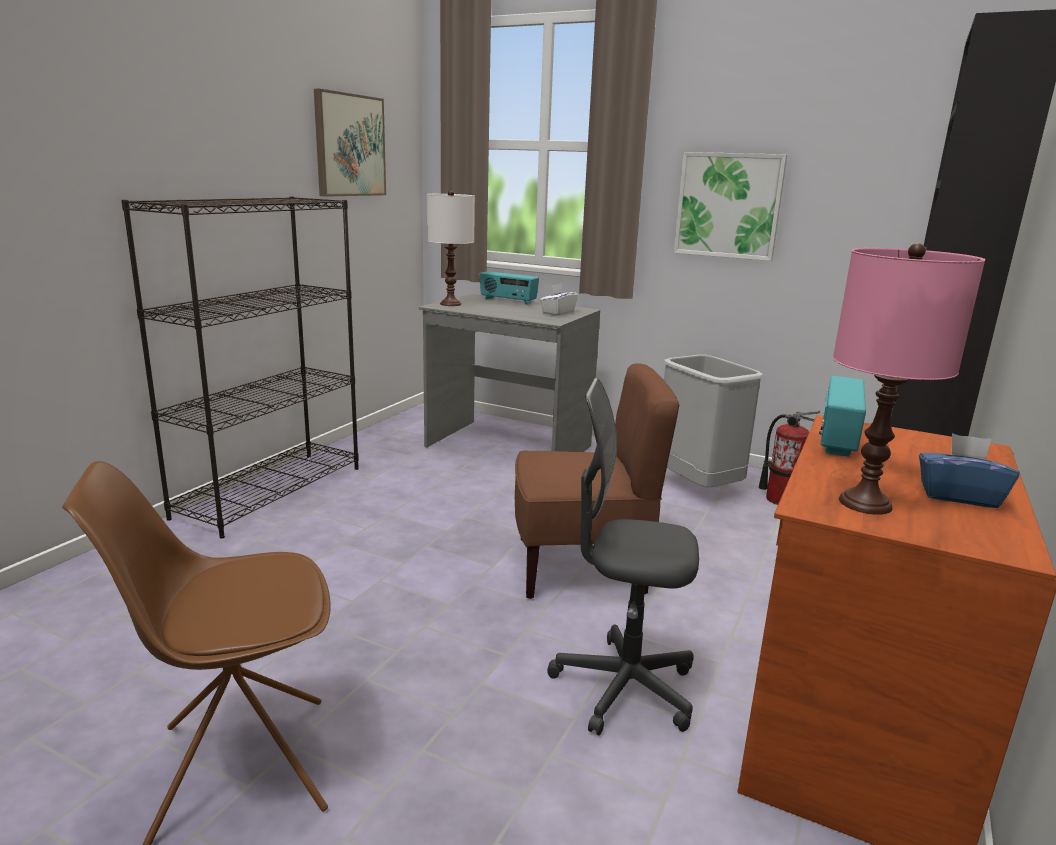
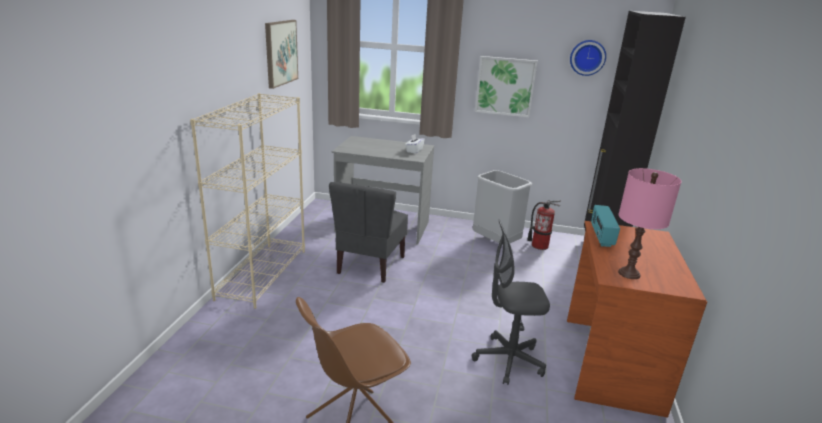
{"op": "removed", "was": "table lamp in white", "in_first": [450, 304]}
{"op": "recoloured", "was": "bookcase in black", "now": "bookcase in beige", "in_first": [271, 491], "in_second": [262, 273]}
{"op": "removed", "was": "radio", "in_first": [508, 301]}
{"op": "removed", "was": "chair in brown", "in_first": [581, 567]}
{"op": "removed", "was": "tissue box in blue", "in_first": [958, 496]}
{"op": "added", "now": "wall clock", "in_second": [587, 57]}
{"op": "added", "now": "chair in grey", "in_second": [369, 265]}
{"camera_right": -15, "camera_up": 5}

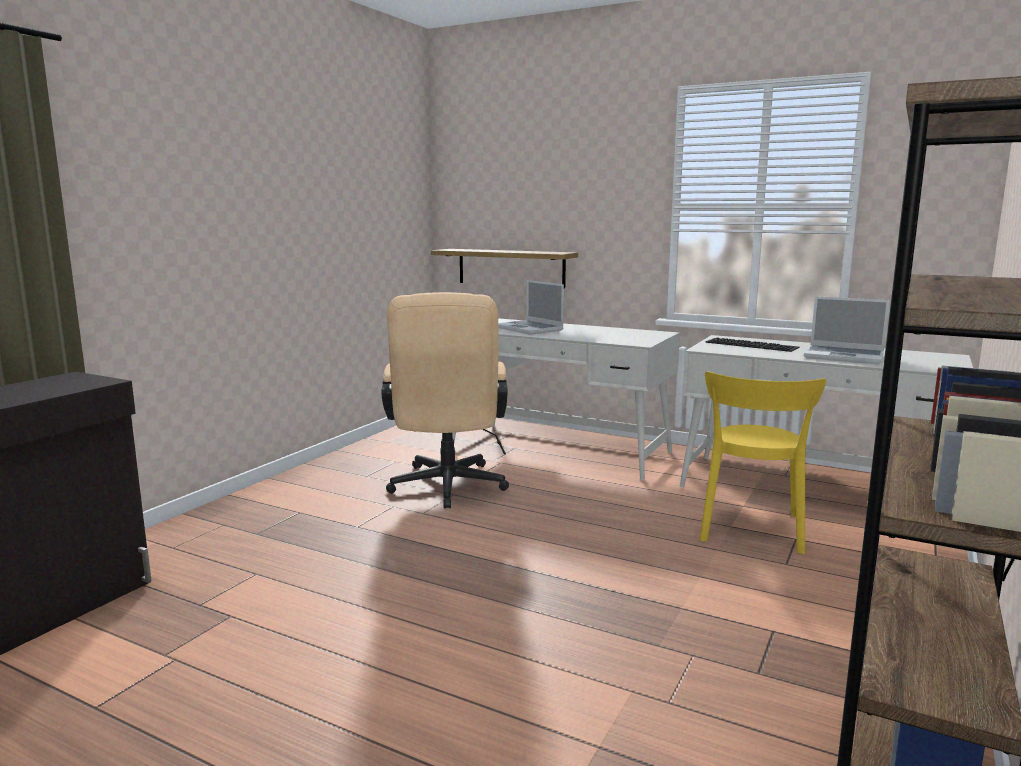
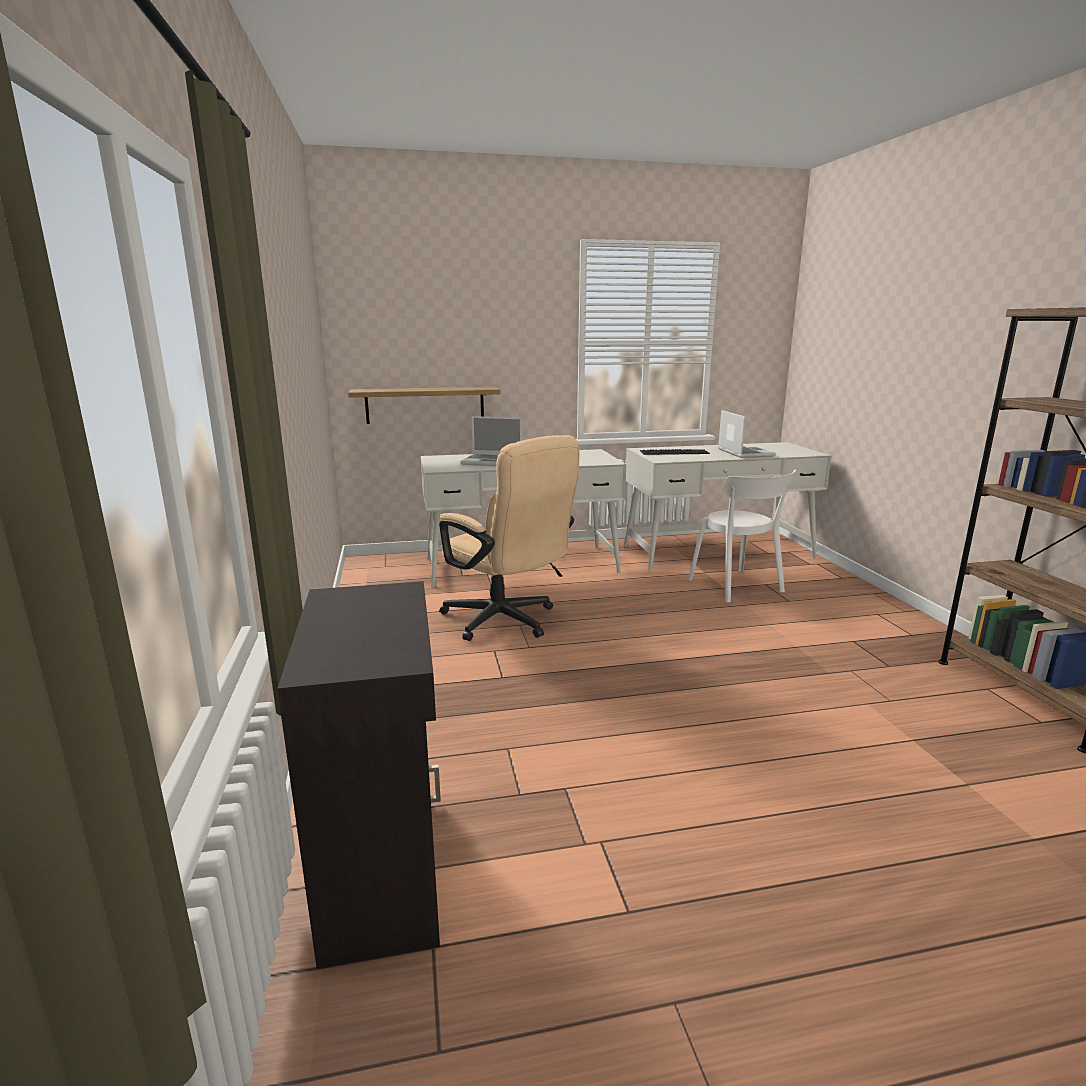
{"op": "turned", "was": "laptop", "in_first": [845, 356], "in_second": [744, 452], "clockwise": -90}
{"op": "recoloured", "was": "chair in yellow", "now": "chair in white", "in_first": [751, 530], "in_second": [737, 587]}
{"camera_right": -40, "camera_up": 5}

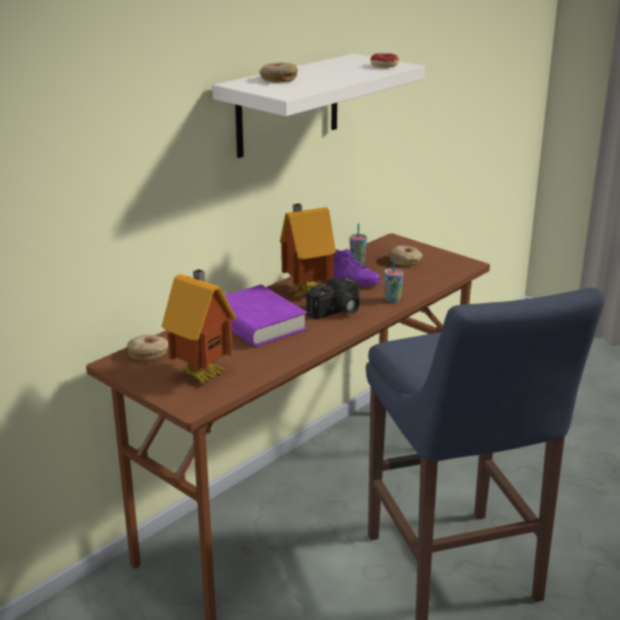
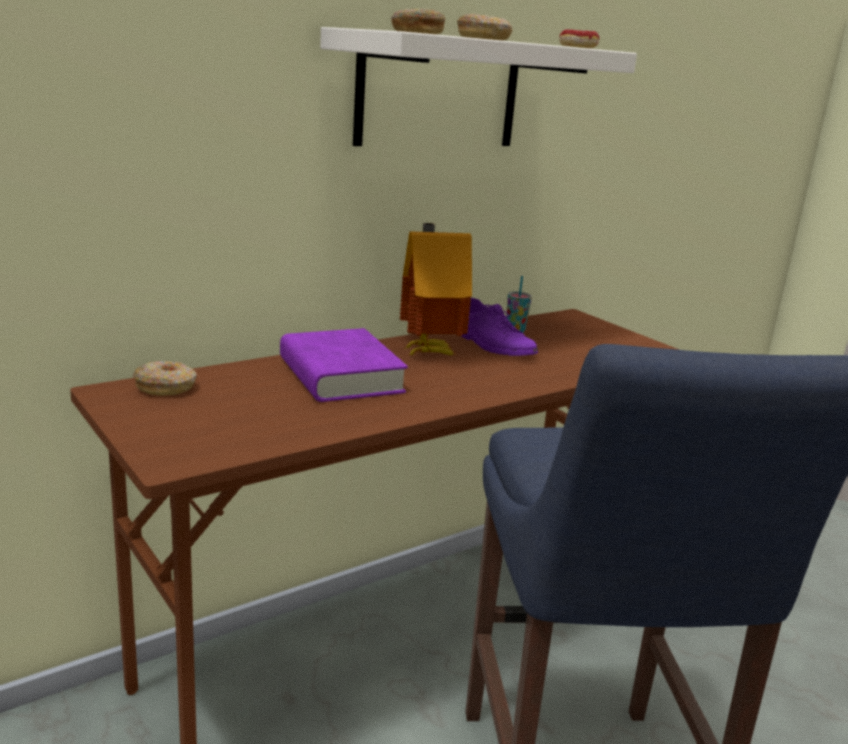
{"op": "moved", "was": "donut", "in_first": [405, 261], "in_second": [484, 39]}
{"op": "removed", "was": "cup", "in_first": [392, 299]}
{"op": "removed", "was": "toy house", "in_first": [203, 374]}
{"op": "removed", "was": "photo camera", "in_first": [336, 312]}
{"camera_right": 10, "camera_up": -5}

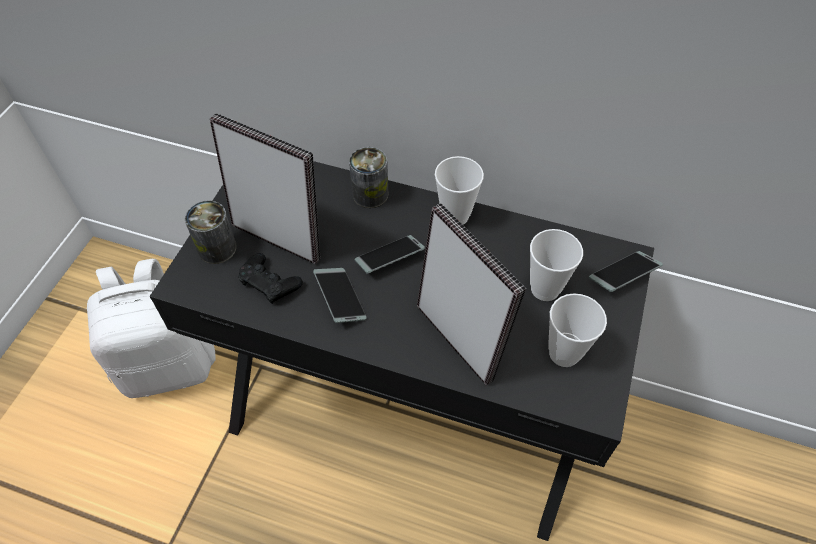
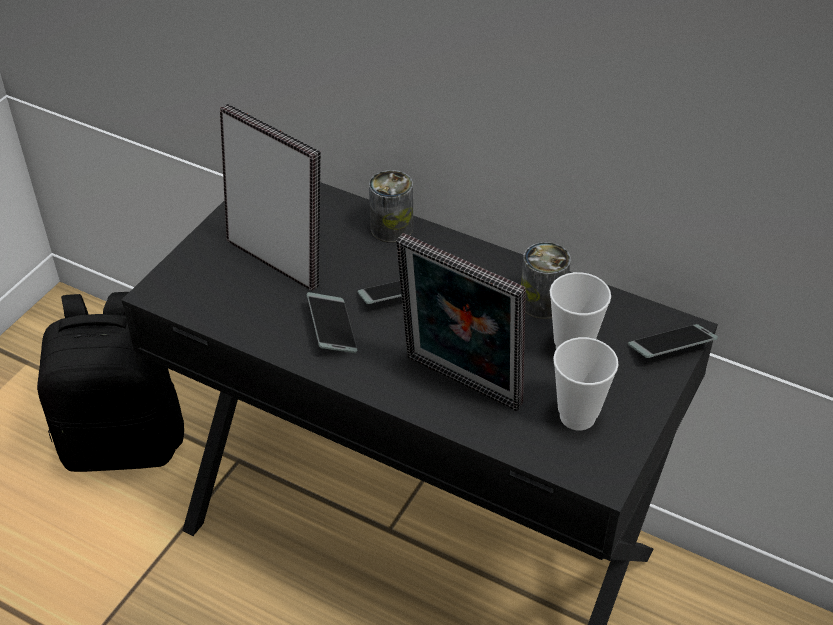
{"op": "removed", "was": "cup", "in_first": [455, 216]}
{"op": "moved", "was": "can", "in_first": [217, 248], "in_second": [542, 302]}
{"op": "turned", "was": "picture frame", "in_first": [459, 338], "in_second": [459, 386], "clockwise": 150}
{"op": "removed", "was": "game controller in black", "in_first": [269, 283]}
{"op": "recoloured", "was": "backpack in white", "now": "backpack in black", "in_first": [169, 364], "in_second": [124, 441]}
{"camera_right": 10, "camera_up": -10}

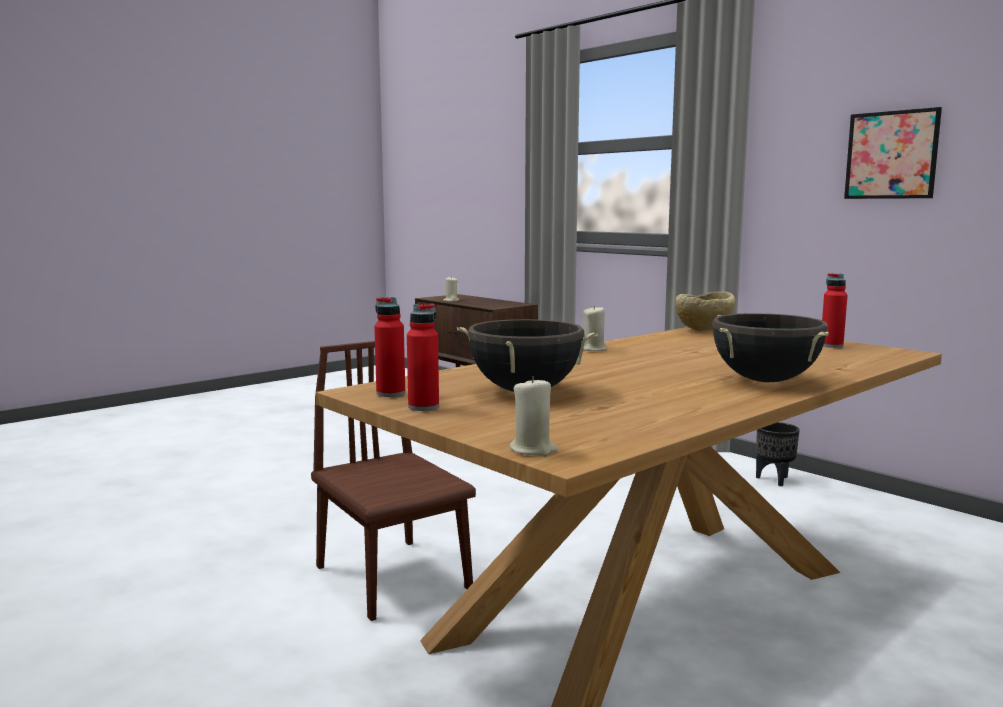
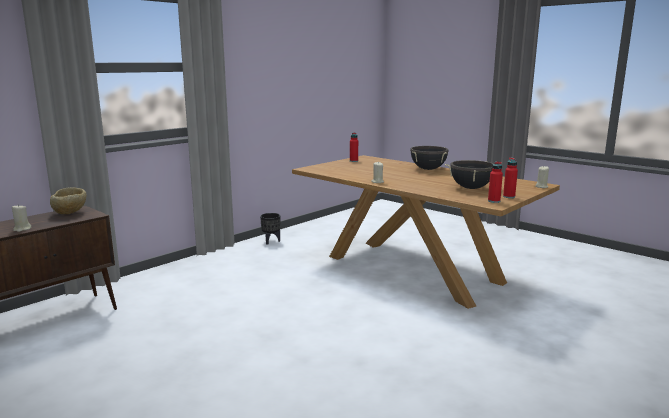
{"op": "removed", "was": "picture", "in_first": [891, 155]}
{"op": "moved", "was": "bowl in beige", "in_first": [703, 331], "in_second": [70, 213]}
{"op": "removed", "was": "chair in brown", "in_first": [392, 577]}
{"camera_right": -95, "camera_up": 5}

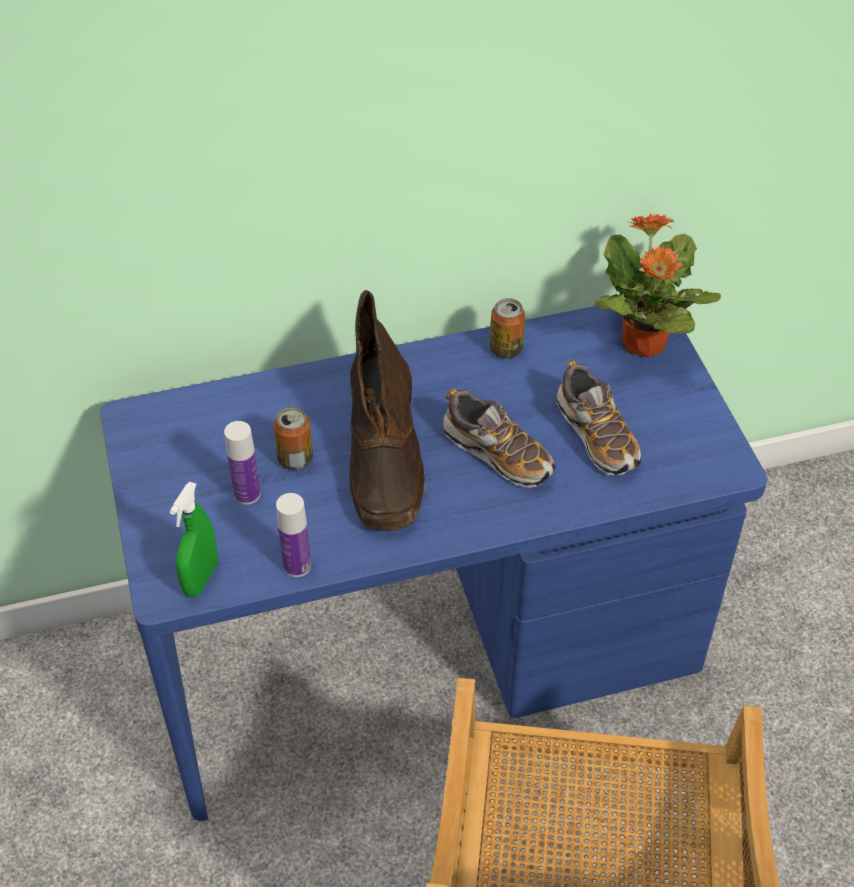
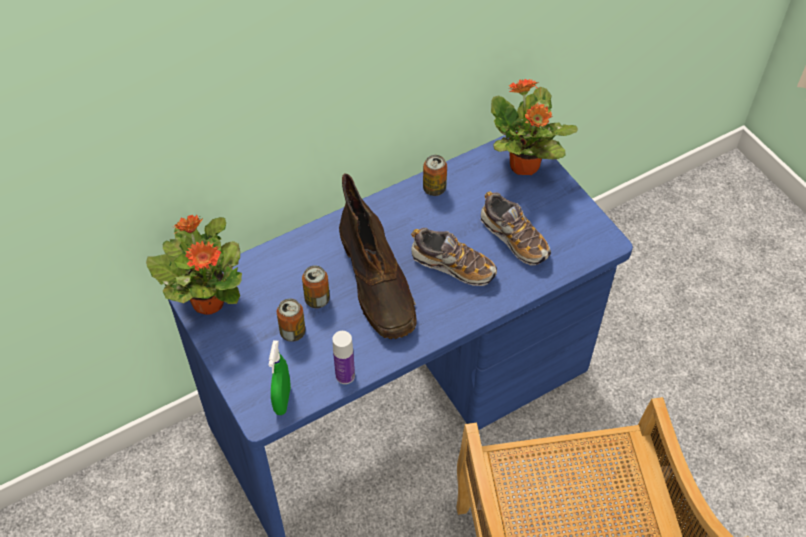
{"op": "replaced", "was": "bottle", "now": "can", "in_first": [247, 494], "in_second": [293, 332]}
{"op": "added", "now": "potted plant", "in_second": [208, 300]}
{"camera_right": -15, "camera_up": 5}

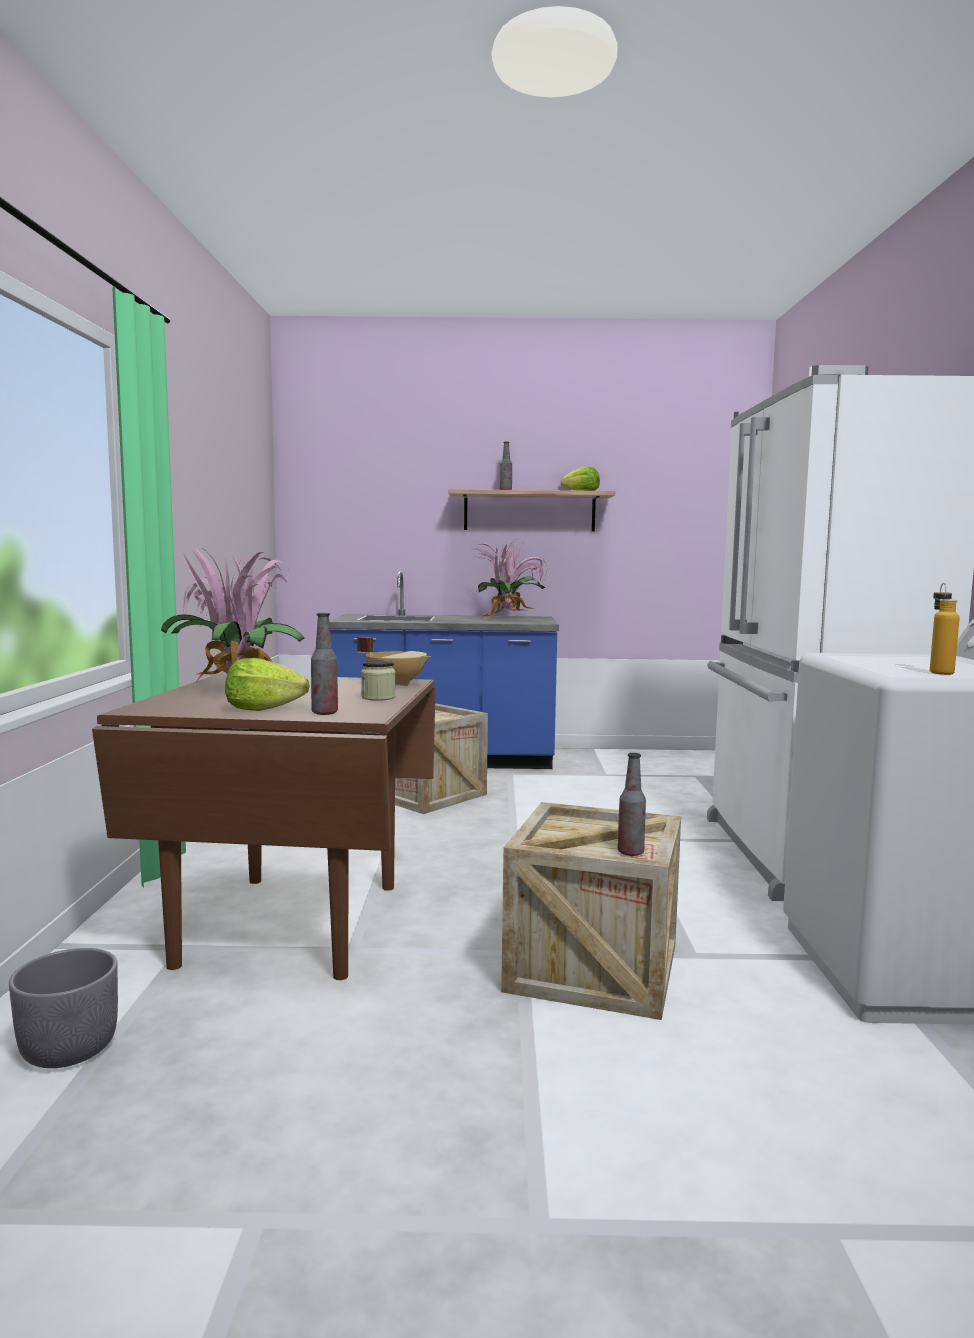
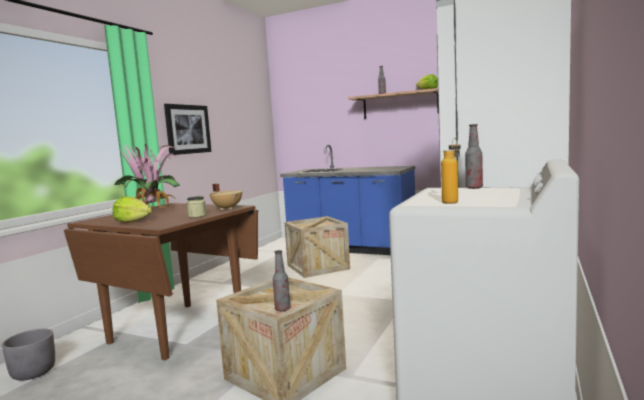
{"op": "removed", "was": "potted plant", "in_first": [509, 619]}
{"op": "moved", "was": "bottle", "in_first": [324, 713], "in_second": [474, 187]}
{"op": "added", "now": "picture", "in_second": [187, 129]}
{"camera_right": 25, "camera_up": 0}

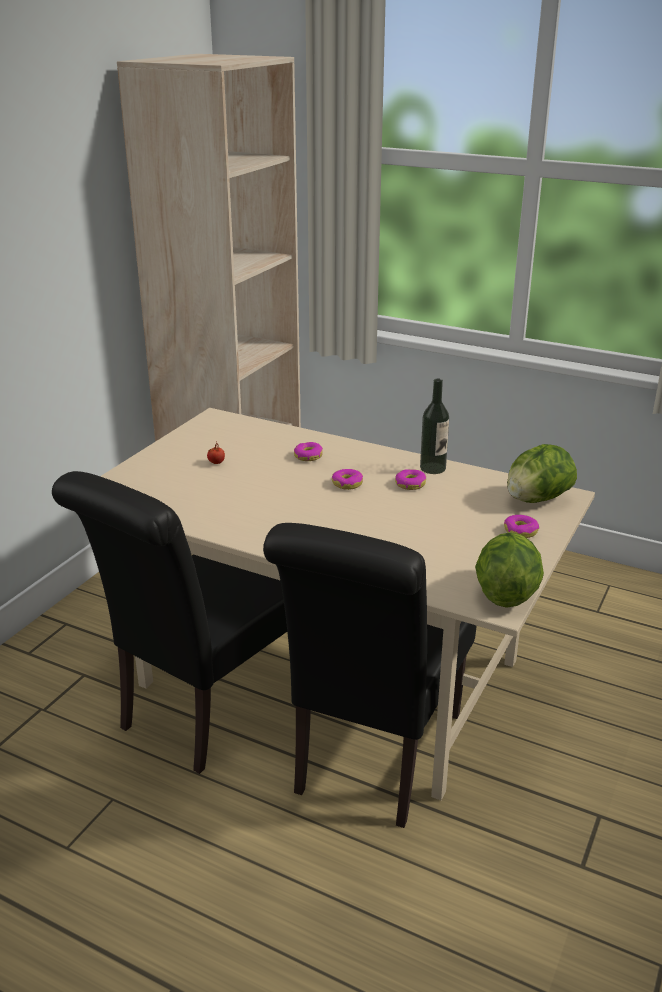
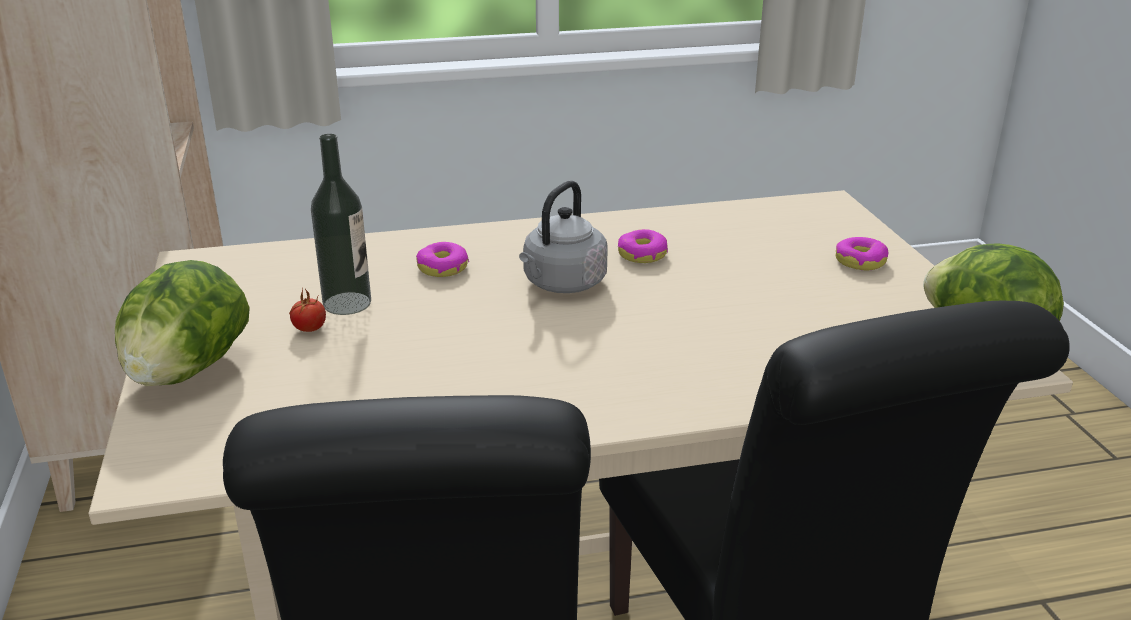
{"op": "moved", "was": "bottle", "in_first": [432, 468], "in_second": [347, 303]}
{"op": "moved", "was": "lettuce", "in_first": [536, 499], "in_second": [188, 371]}
{"op": "replaced", "was": "donut", "now": "kettle in grey", "in_first": [347, 484], "in_second": [562, 284]}
{"camera_right": -40, "camera_up": 0}

